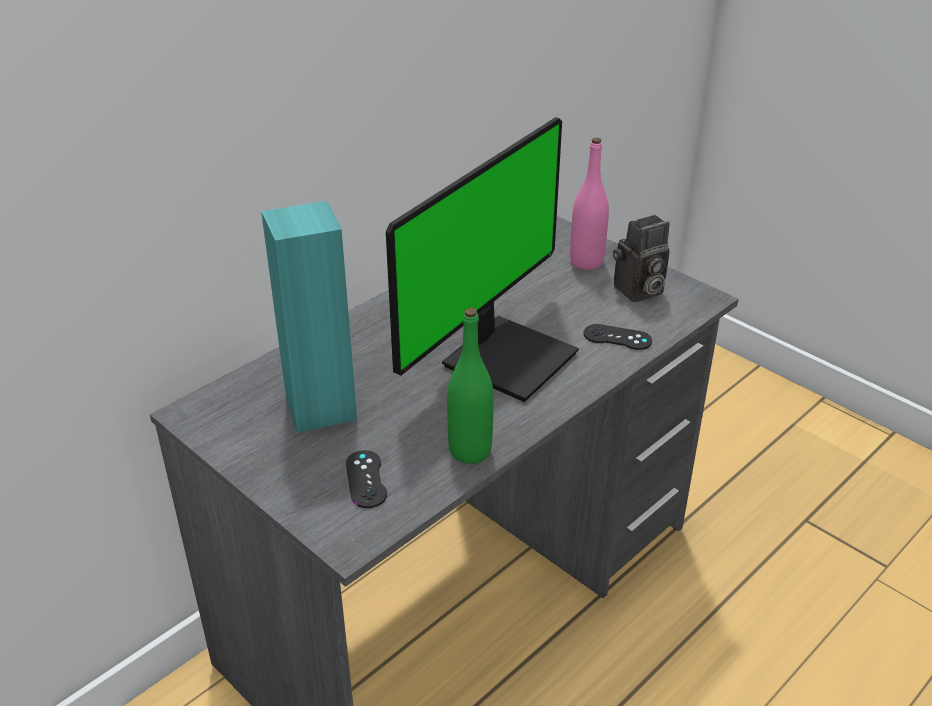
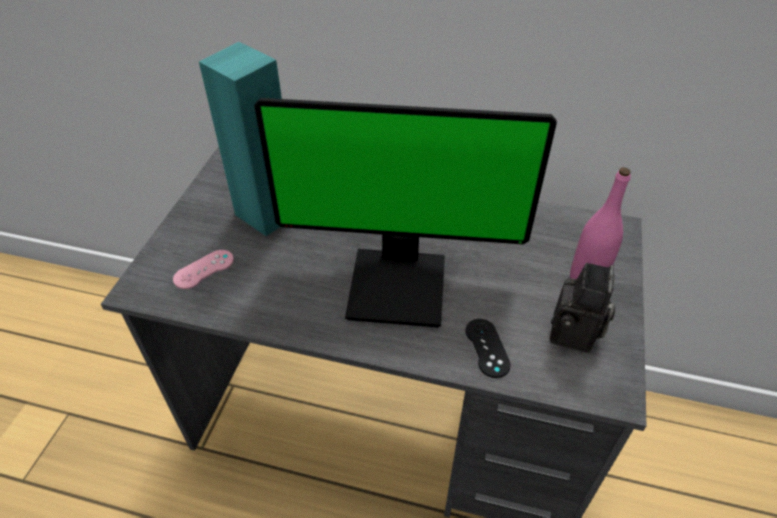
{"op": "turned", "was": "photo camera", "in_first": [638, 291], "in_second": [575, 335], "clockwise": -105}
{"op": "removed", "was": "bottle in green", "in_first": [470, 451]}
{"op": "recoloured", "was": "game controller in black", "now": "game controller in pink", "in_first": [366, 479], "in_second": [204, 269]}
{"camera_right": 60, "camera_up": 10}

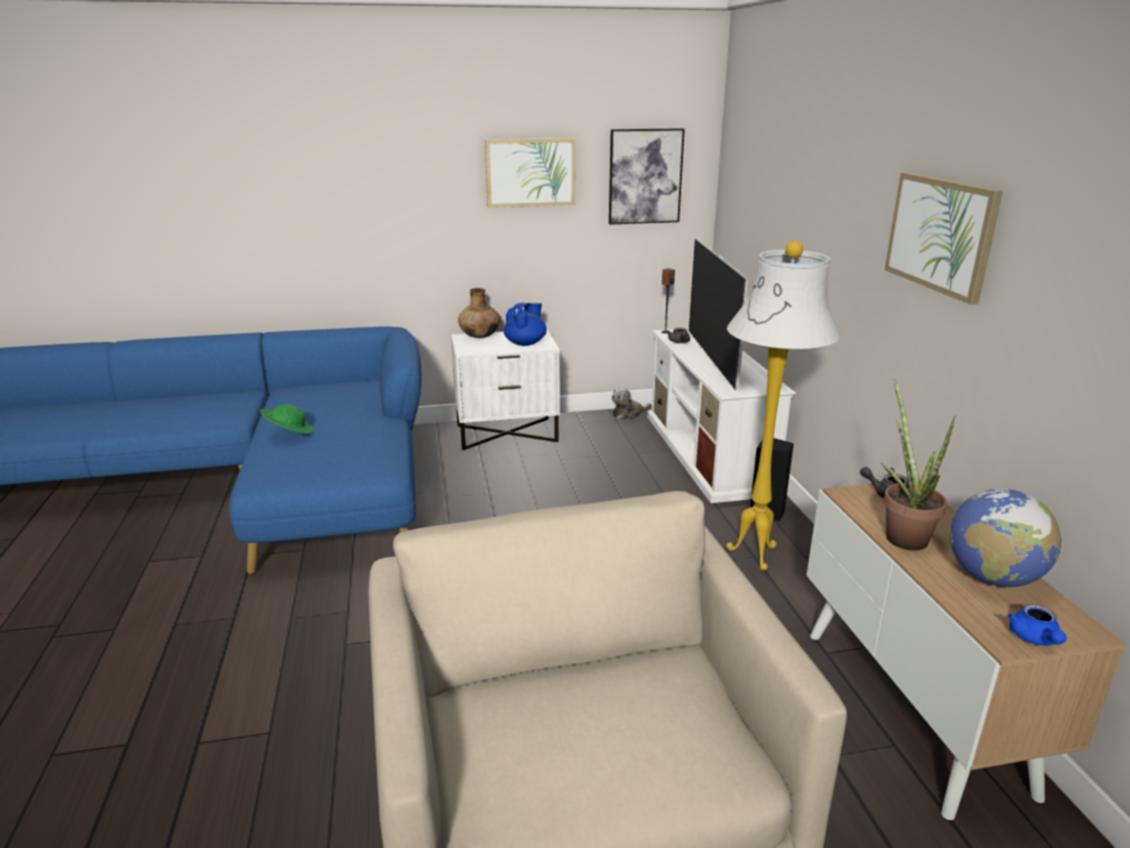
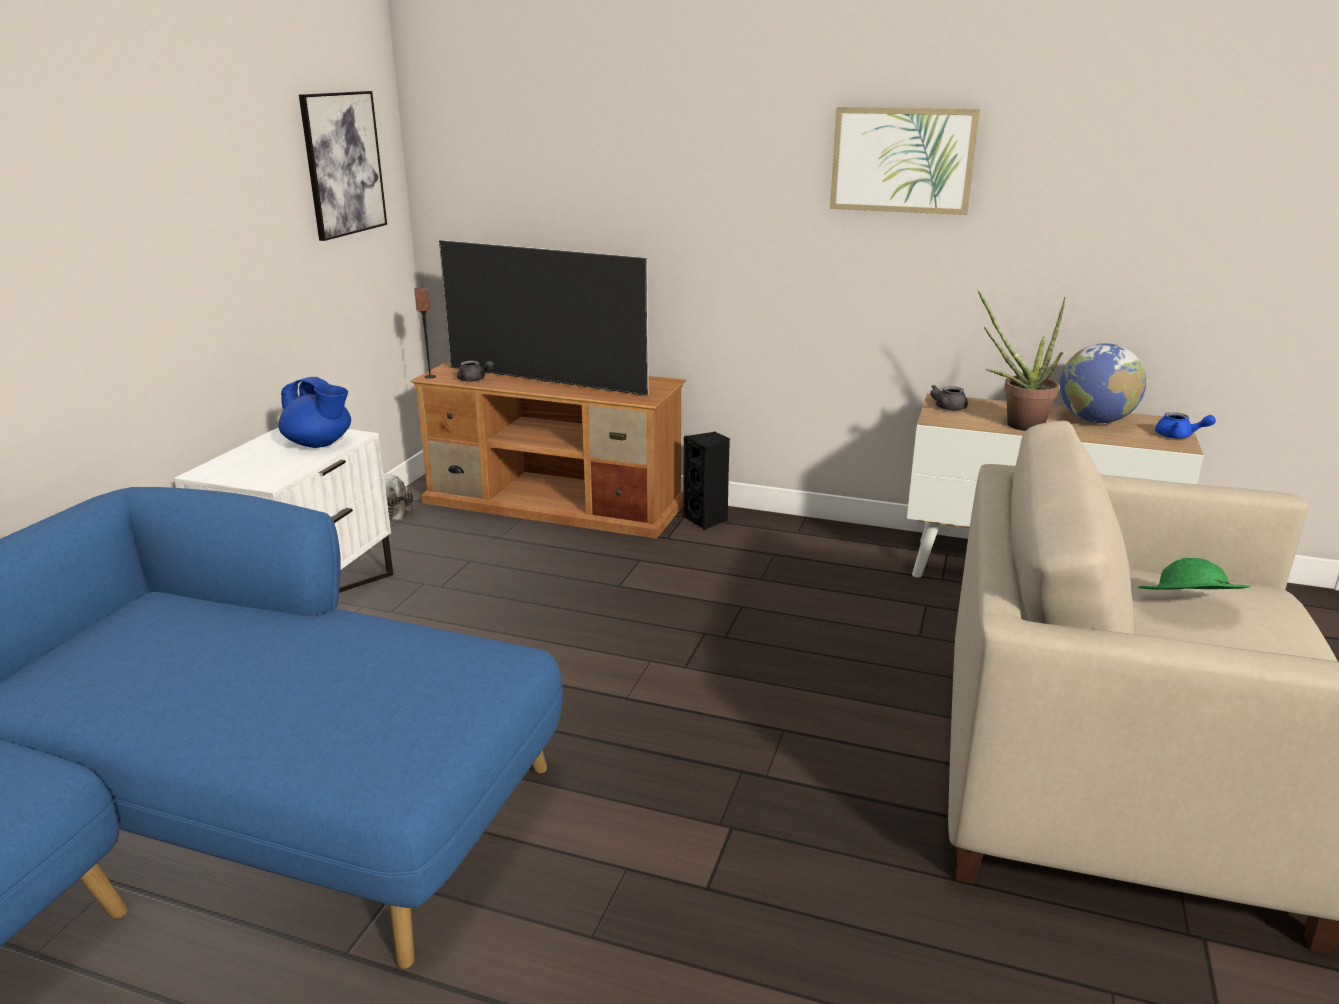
{"op": "removed", "was": "picture", "in_first": [530, 172]}
{"op": "removed", "was": "floor lamp in white", "in_first": [756, 557]}
{"op": "removed", "was": "vase in brown", "in_first": [480, 336]}
{"op": "turned", "was": "teapot in blue", "in_first": [526, 343], "in_second": [319, 444], "clockwise": 150}
{"op": "recoloured", "was": "tv stand in white", "now": "tv stand in brown", "in_first": [709, 453], "in_second": [556, 503]}
{"op": "moved", "was": "hat in green", "in_first": [289, 433], "in_second": [1187, 609]}
{"camera_right": -60, "camera_up": 0}

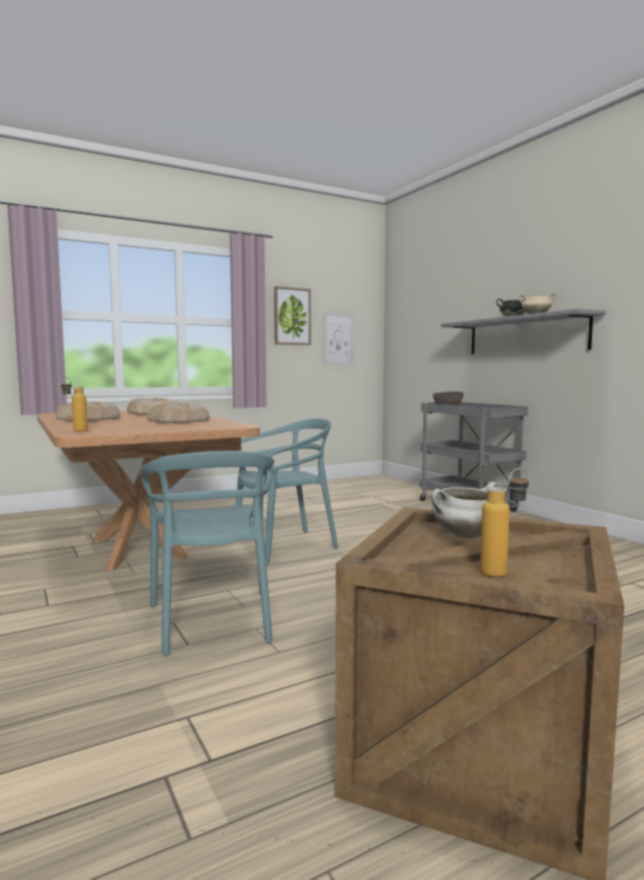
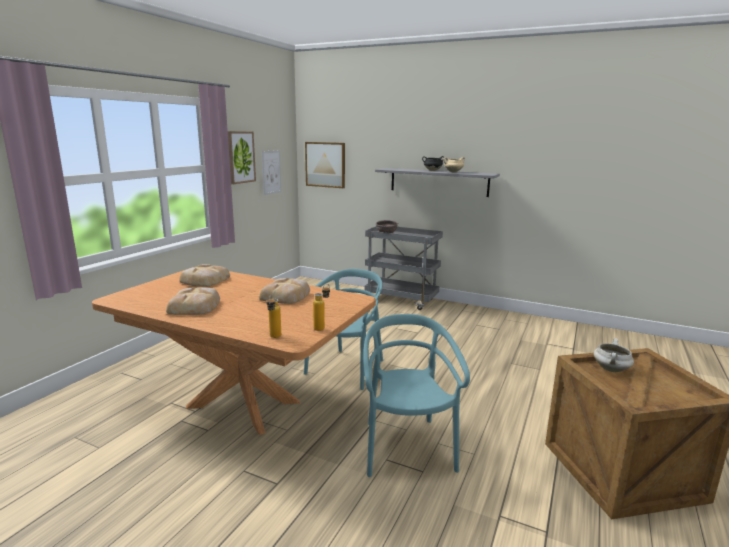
{"op": "turned", "was": "chair in turquoise", "in_first": [213, 620], "in_second": [406, 447], "clockwise": -135}
{"op": "moved", "was": "bottle", "in_first": [503, 572], "in_second": [322, 327]}
{"op": "added", "now": "picture", "in_second": [325, 164]}
{"camera_right": -35, "camera_up": 10}

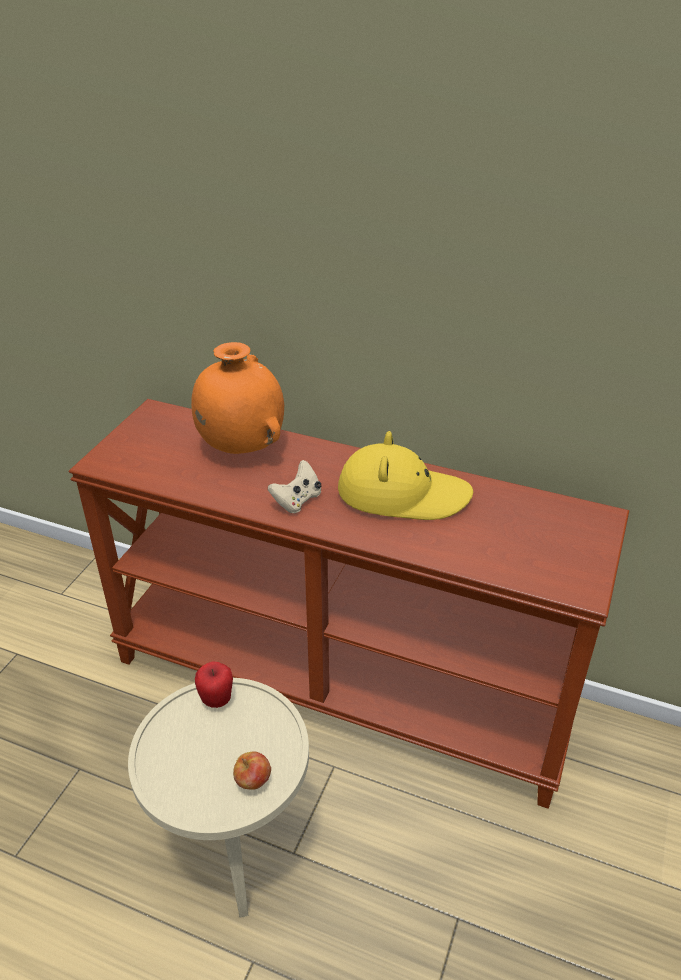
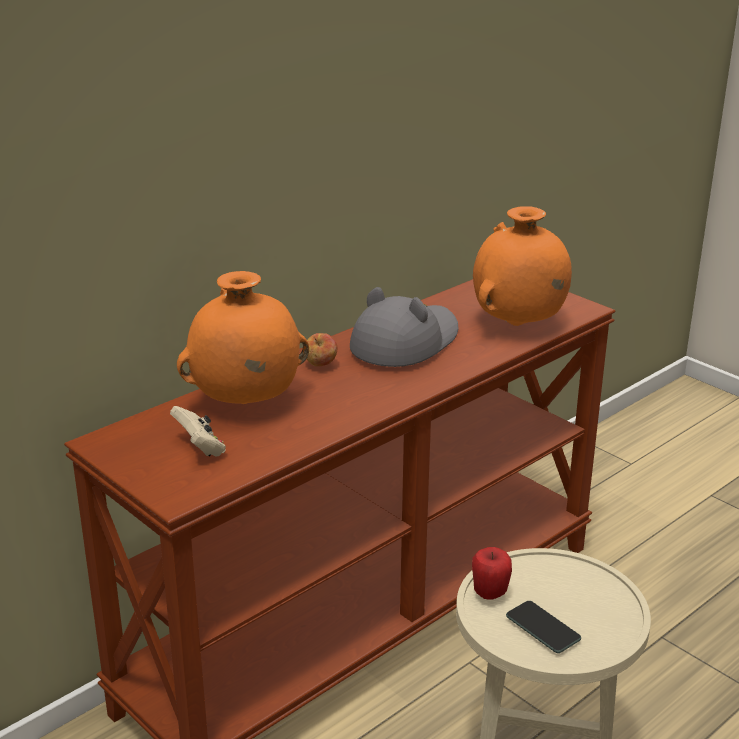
{"op": "recoloured", "was": "hat in yellow", "now": "hat in grey", "in_first": [402, 494], "in_second": [405, 342]}
{"op": "moved", "was": "game controller in beige", "in_first": [297, 501], "in_second": [200, 448]}
{"op": "moved", "was": "apple", "in_first": [253, 781], "in_second": [320, 365]}
{"op": "added", "now": "vase in orange", "in_second": [518, 325]}
{"op": "added", "now": "phone", "in_second": [543, 627]}
{"camera_right": -65, "camera_up": -10}

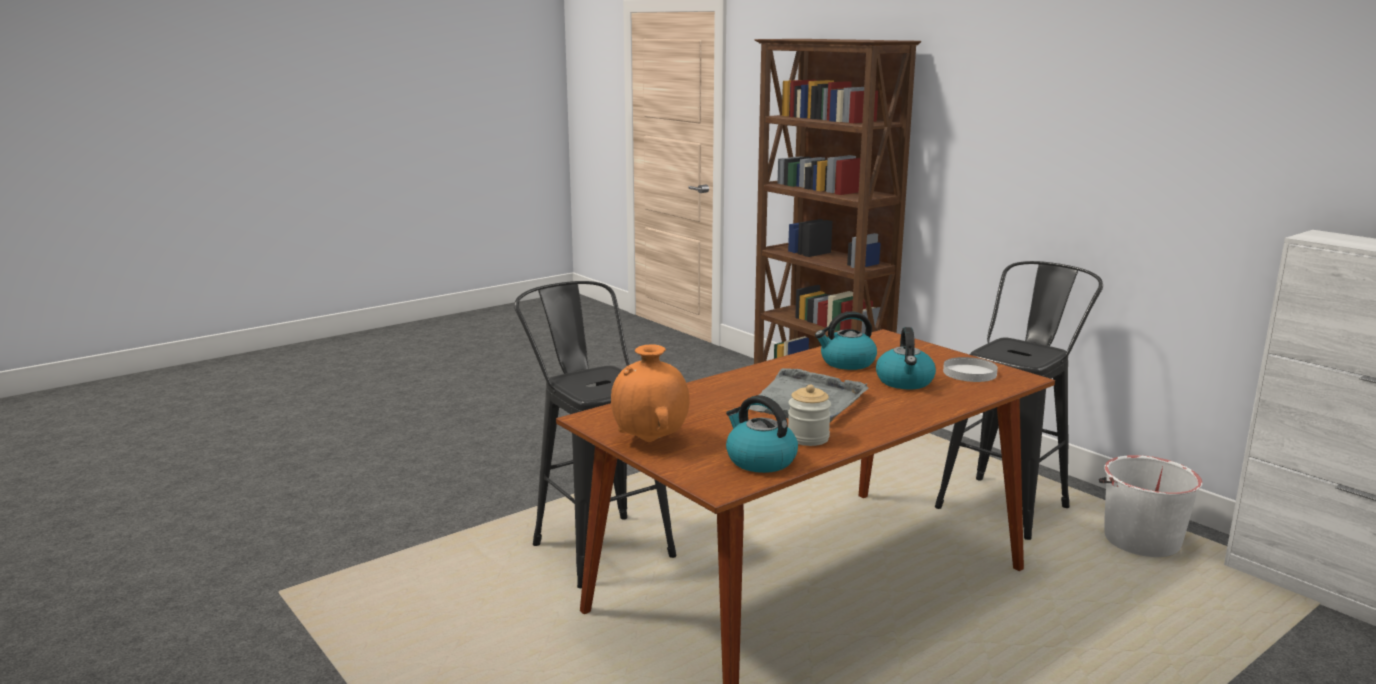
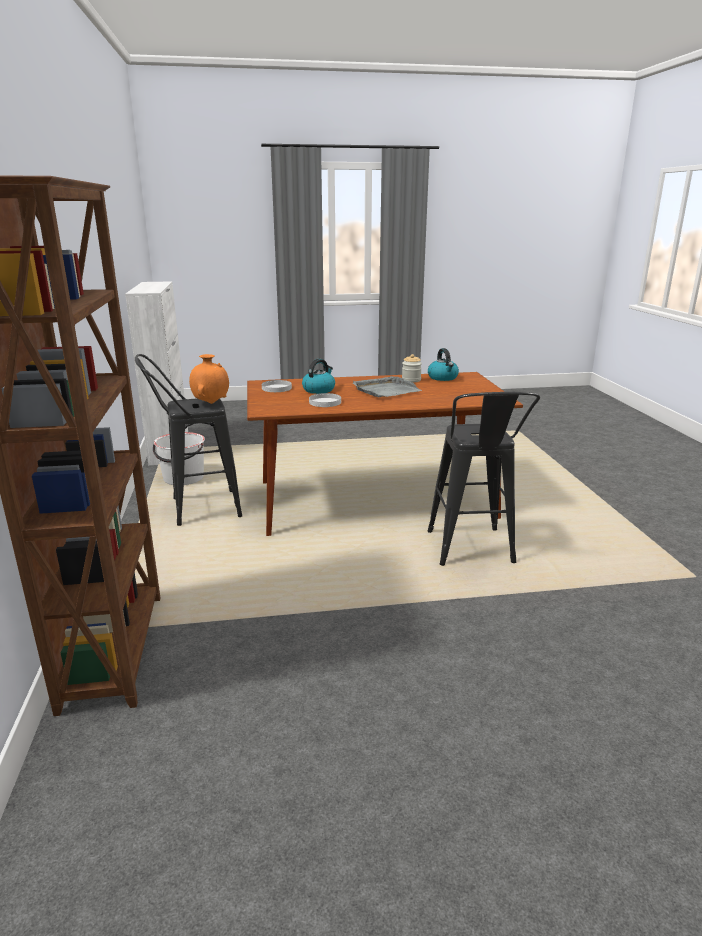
{"op": "replaced", "was": "kettle", "now": "plate in white", "in_first": [847, 363], "in_second": [325, 402]}
{"op": "moved", "was": "vase in orange", "in_first": [650, 441], "in_second": [211, 403]}
{"camera_right": -150, "camera_up": 5}

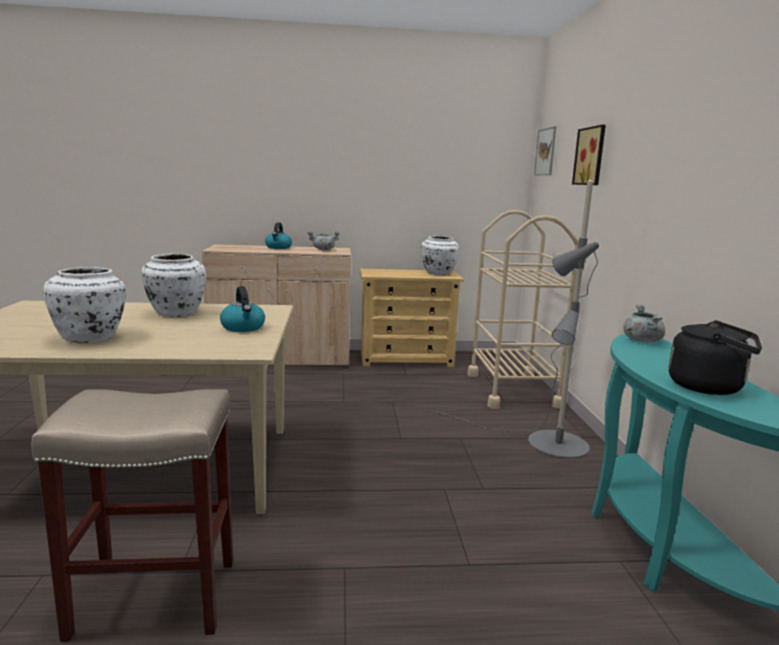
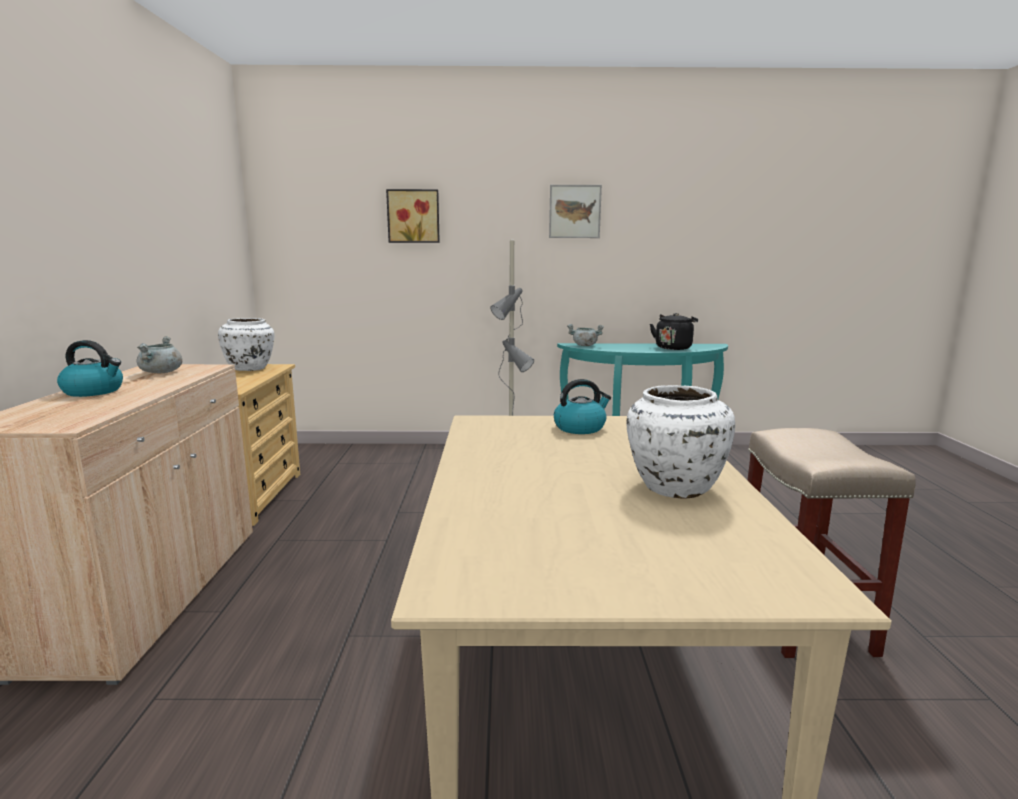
{"op": "moved", "was": "picture", "in_first": [545, 152], "in_second": [574, 211]}
{"op": "removed", "was": "cart in beige", "in_first": [512, 390]}
{"op": "removed", "was": "vase in white", "in_first": [175, 313]}
{"camera_right": -85, "camera_up": 0}

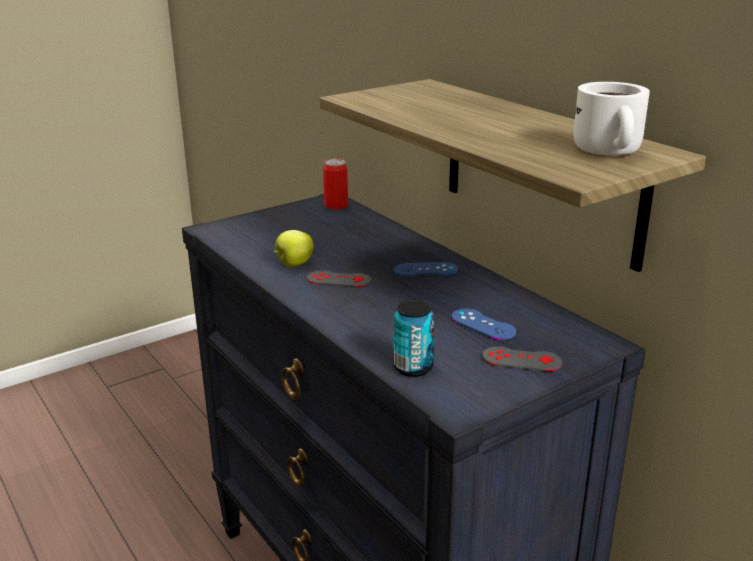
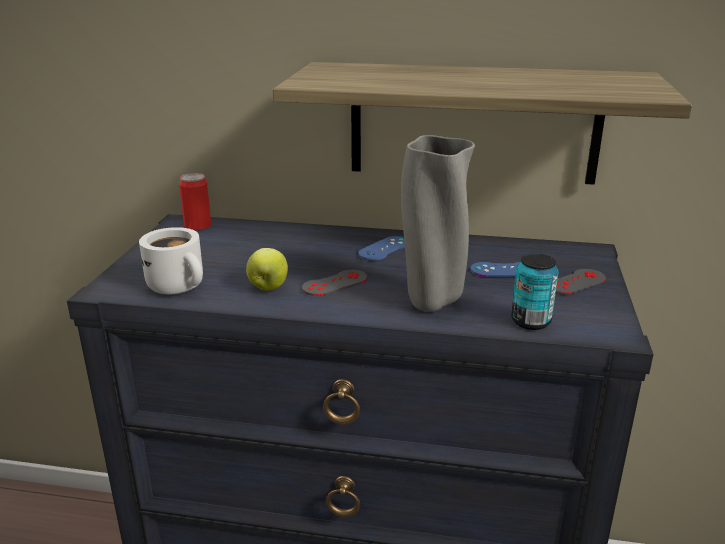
{"op": "moved", "was": "mug in white", "in_first": [611, 152], "in_second": [181, 286]}
{"op": "added", "now": "vase in grey", "in_second": [432, 302]}
{"camera_right": -45, "camera_up": 0}

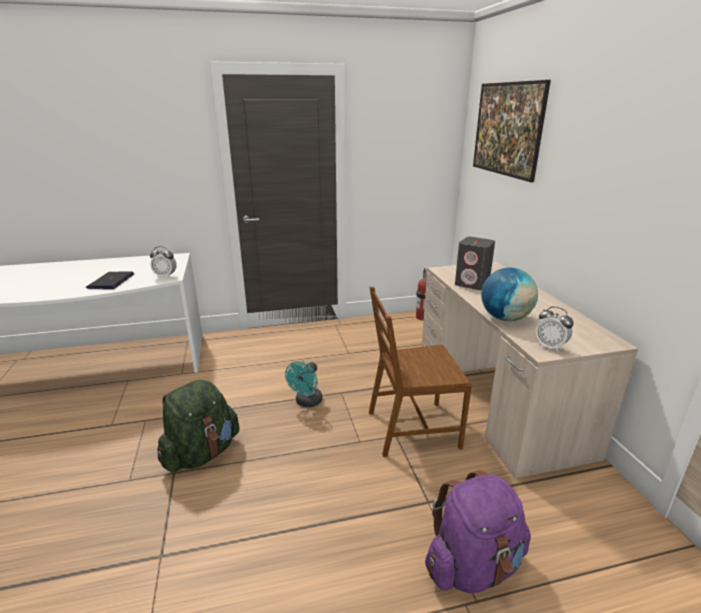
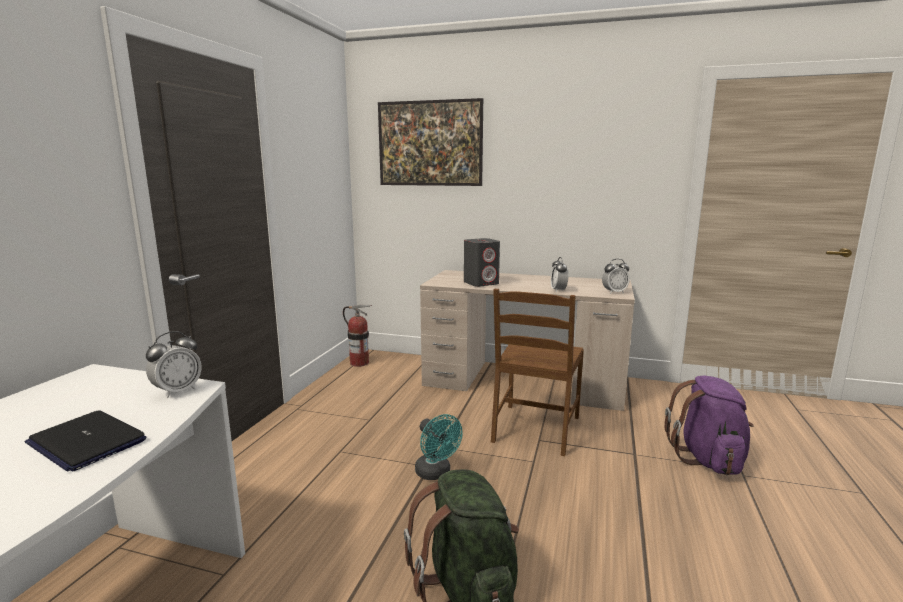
{"op": "replaced", "was": "globe", "now": "alarm clock", "in_first": [505, 318], "in_second": [558, 290]}
{"camera_right": -60, "camera_up": -10}

